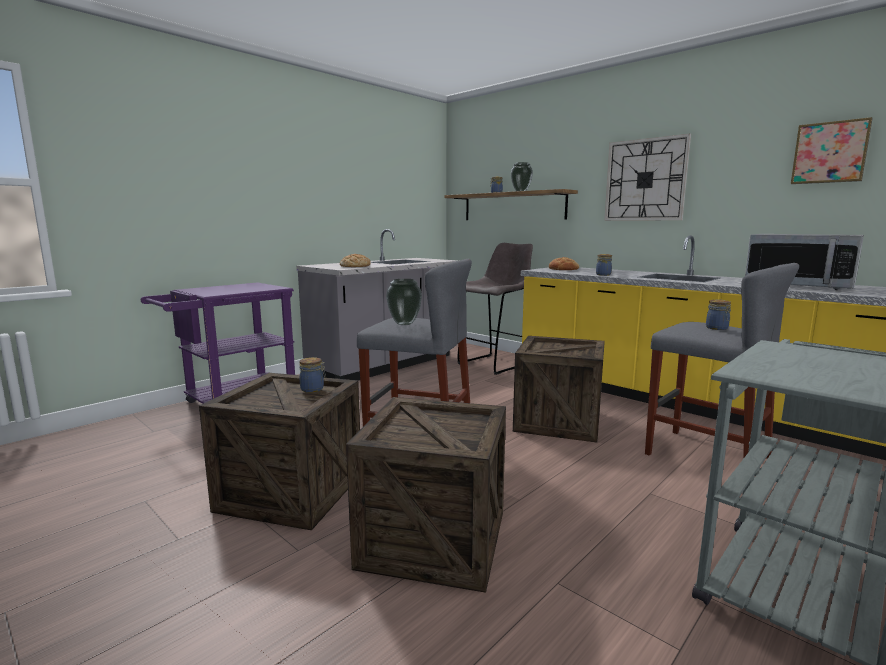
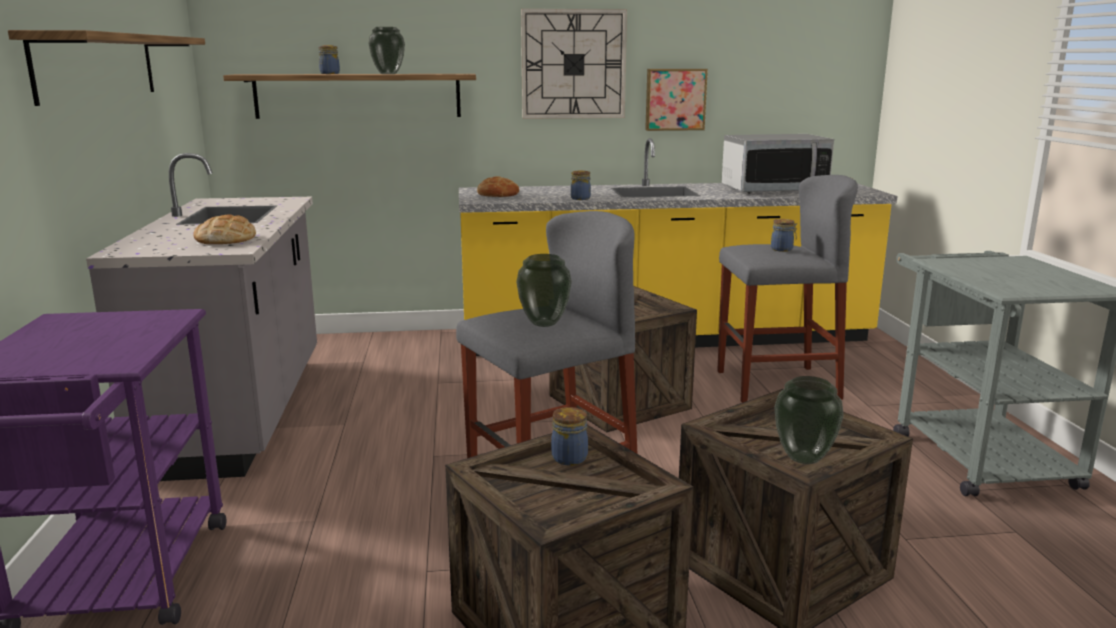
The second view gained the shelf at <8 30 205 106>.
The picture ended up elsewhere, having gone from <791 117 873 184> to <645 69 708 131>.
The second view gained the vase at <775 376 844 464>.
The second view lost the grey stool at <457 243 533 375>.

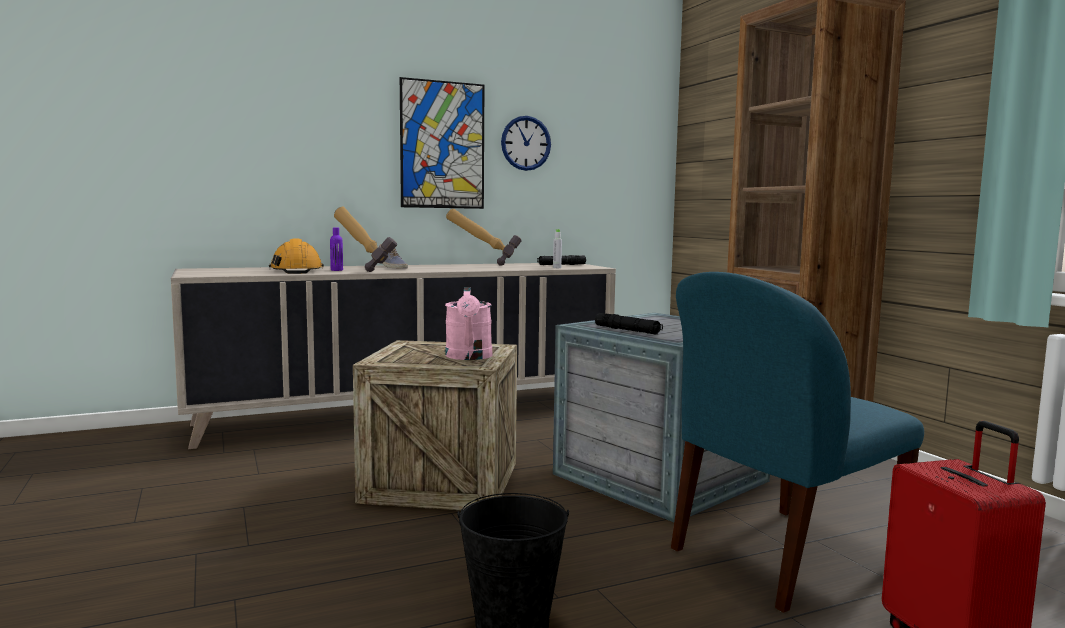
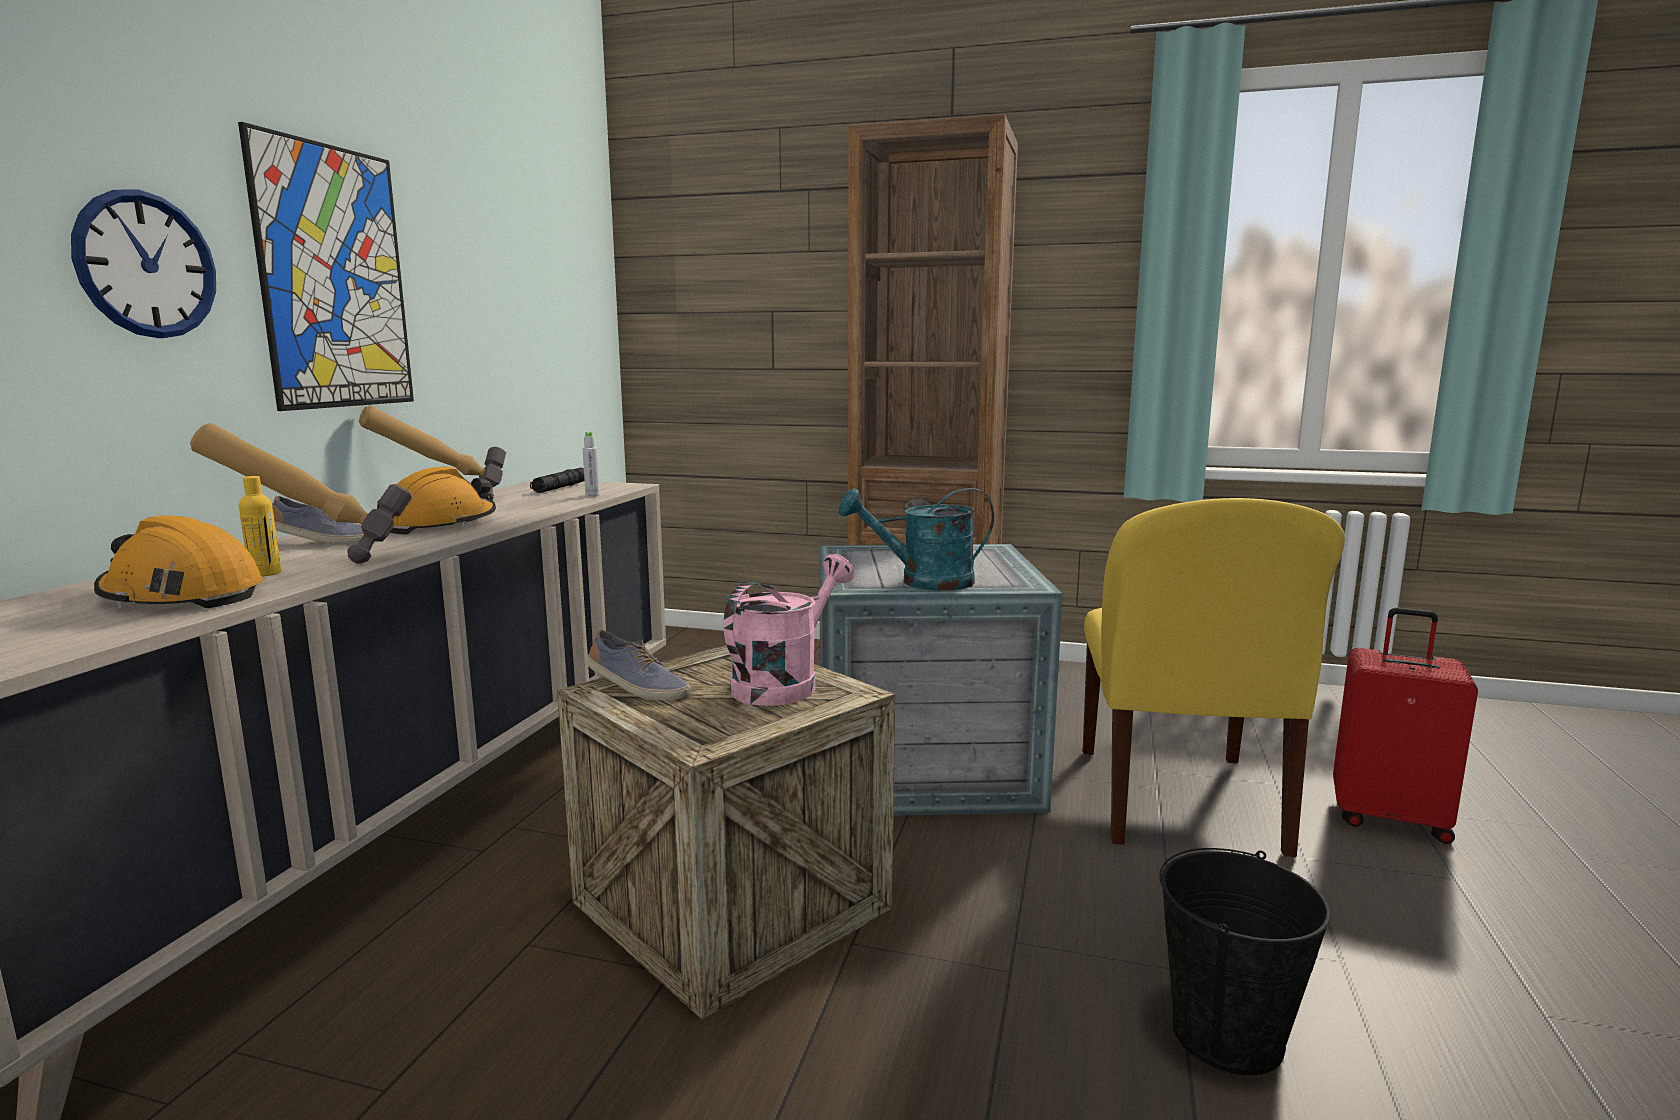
The wall clock ended up elsewhere, having gone from <501 116 551 171> to <71 190 216 338>.
What was the purple bottle at <330 228 343 271> turned into the yellow bottle at <239 476 281 577>.
The second view gained the orange hard hat at <377 467 496 534>.
The second view gained the shoe at <587 630 690 701>.
The pink watering can at <445 287 492 360> ended up facing another way, 90 degrees counterclockwise from before.
Where the black flashlight stood at <595 313 663 334>, the turquoise watering can came to stand at <839 488 994 591>.
What was the blue chair at <671 272 924 613> turned into the yellow chair at <1083 498 1345 857>.

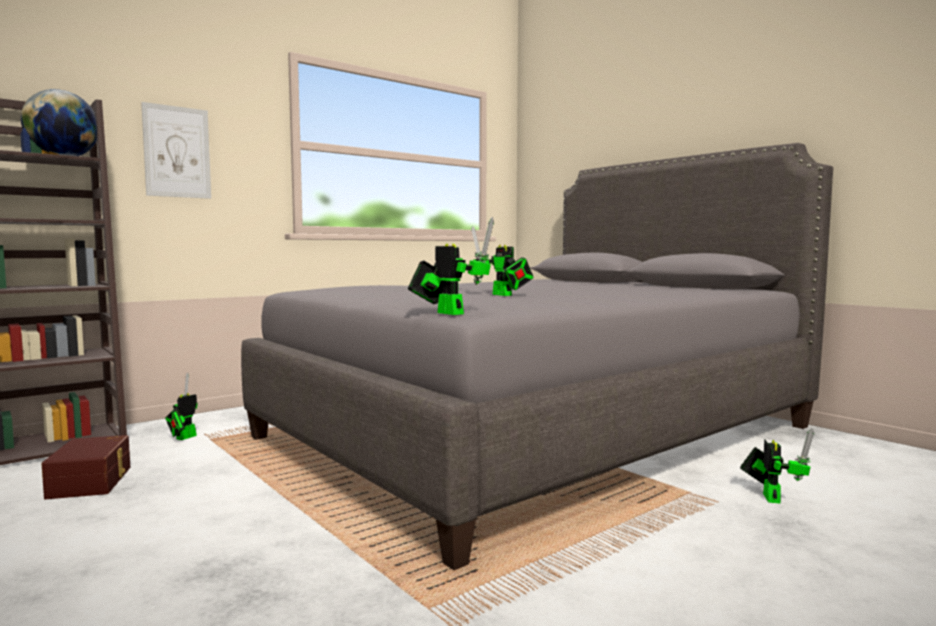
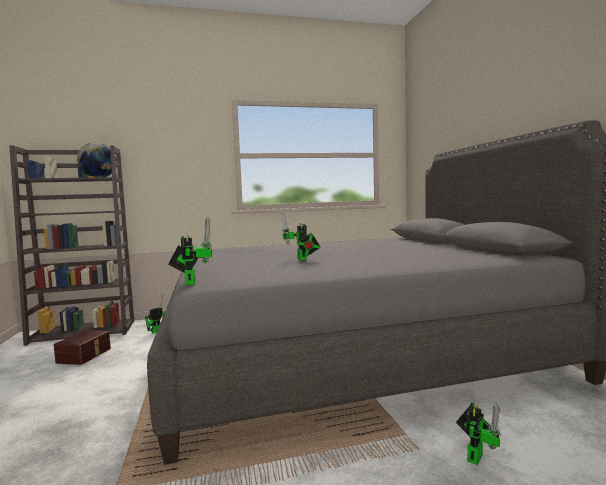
The second view lost the picture at <141 102 211 199>.

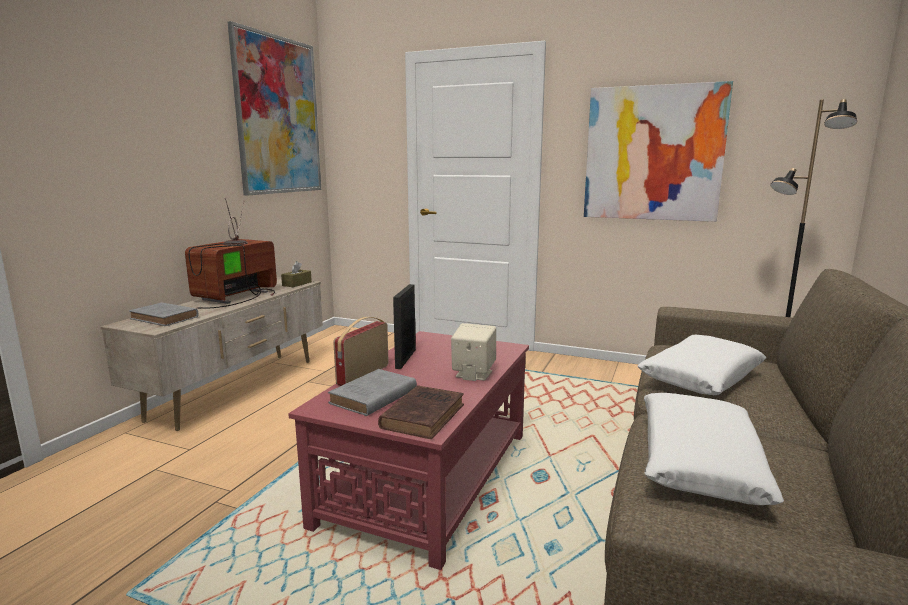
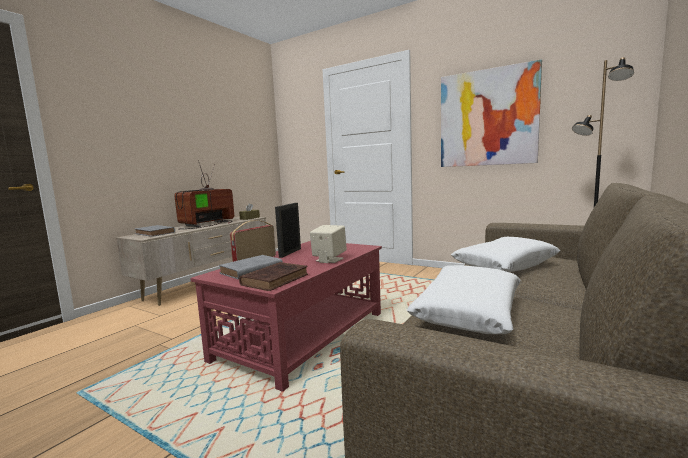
The second view lost the picture at <228 21 321 196>.

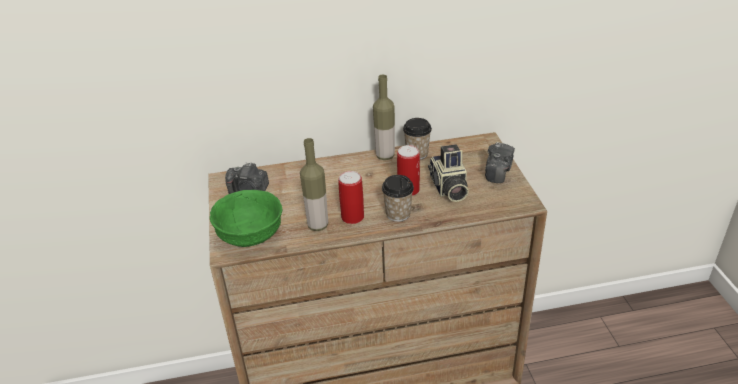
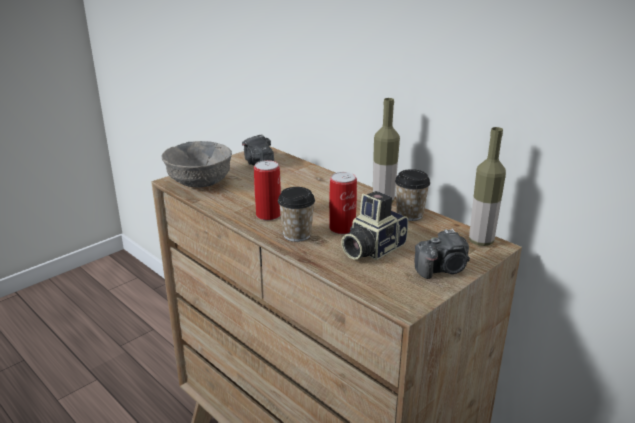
What was the green bowl at <209 190 282 247> turned into the grey bowl at <161 141 232 188>.
The bottle ended up elsewhere, having gone from <300 138 328 231> to <469 127 506 246>.

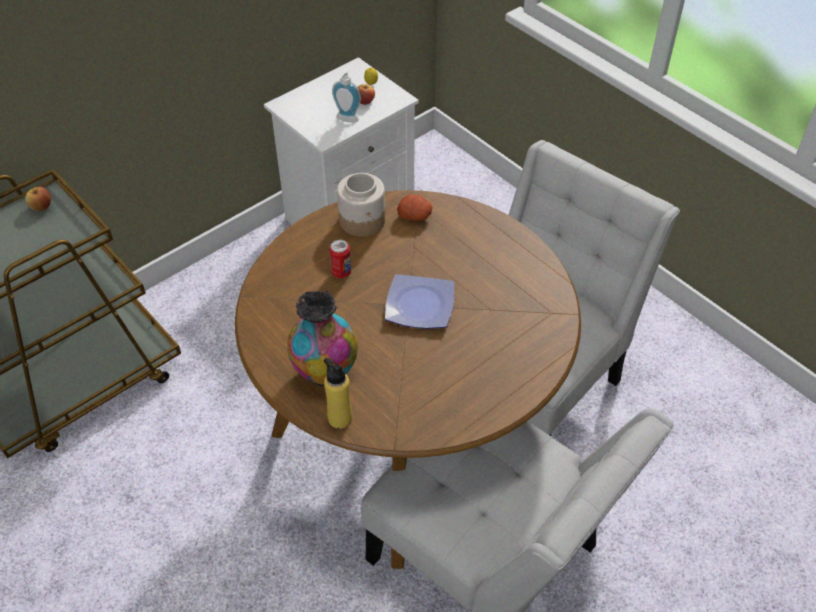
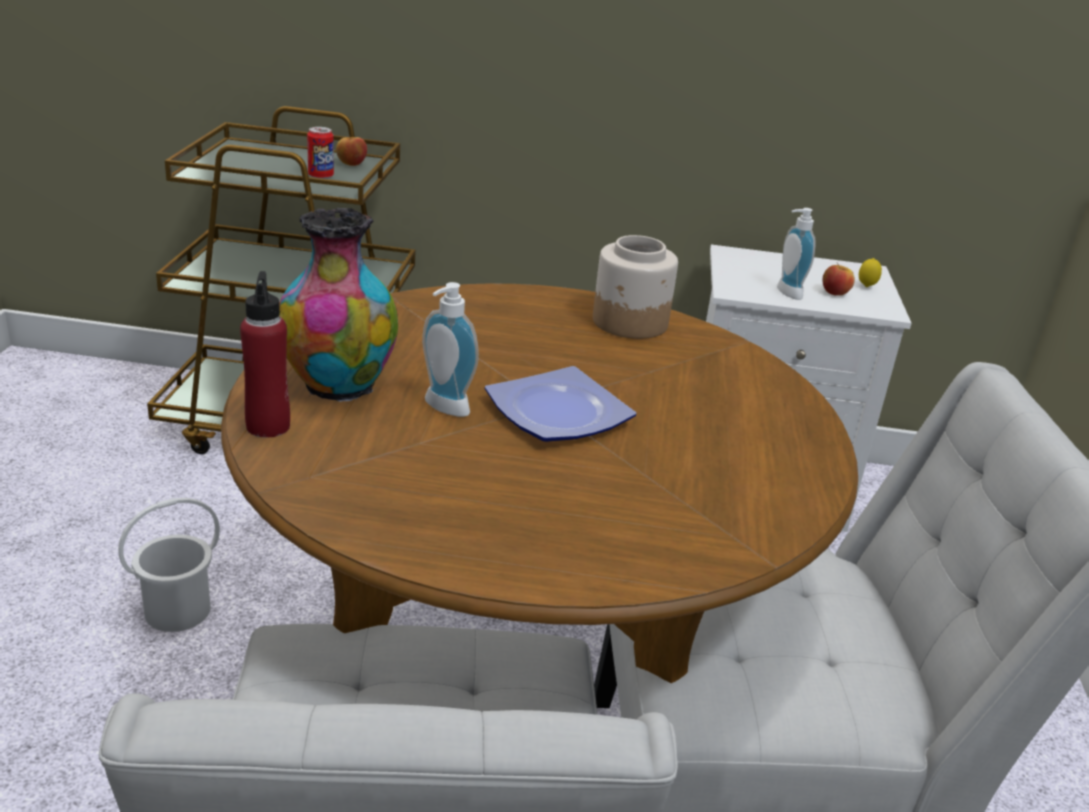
The second view gained the white bucket at <118 498 220 632>.
What was the yellow bottle at <324 358 352 429> turned into the red bottle at <240 271 290 438>.
The can ended up elsewhere, having gone from <329 240 351 278> to <307 127 334 179>.
The second view gained the soap dispenser at <422 282 479 417>.
The second view lost the potato at <397 195 433 221>.

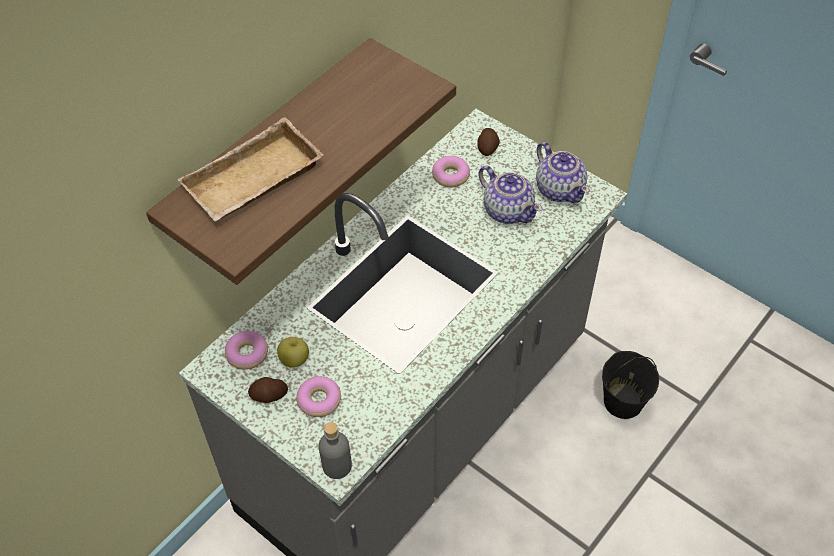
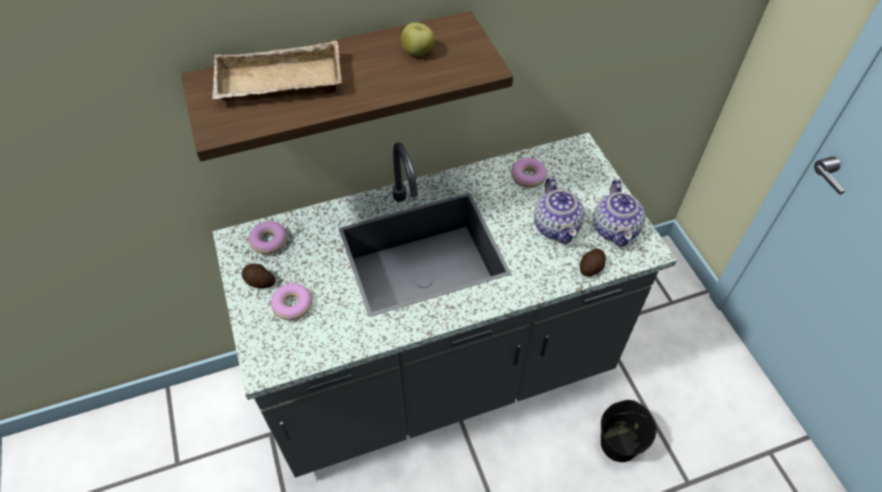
The apple ended up elsewhere, having gone from <277 337 309 368> to <402 22 435 56>.
The potato ended up elsewhere, having gone from <477 128 500 156> to <580 248 606 276>.
The second view lost the grey bottle at <318 422 352 479>.

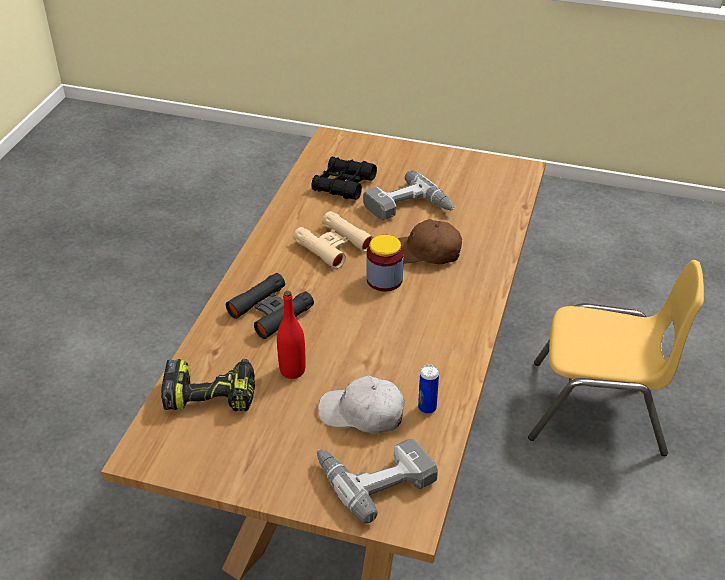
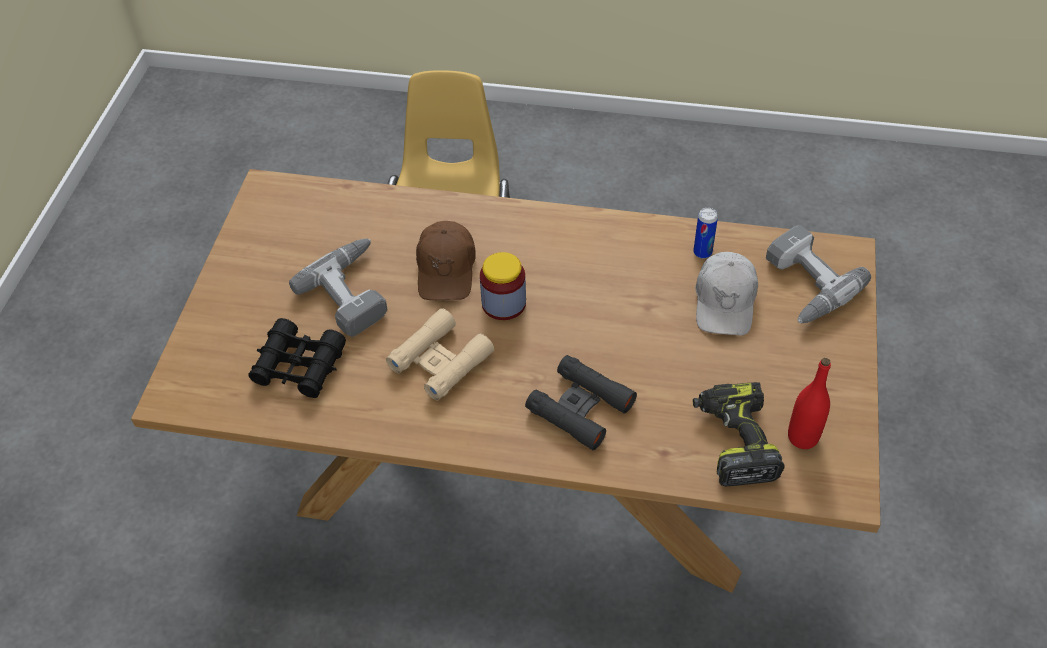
The red bottle ended up elsewhere, having gone from <277 291 306 379> to <788 358 831 449>.

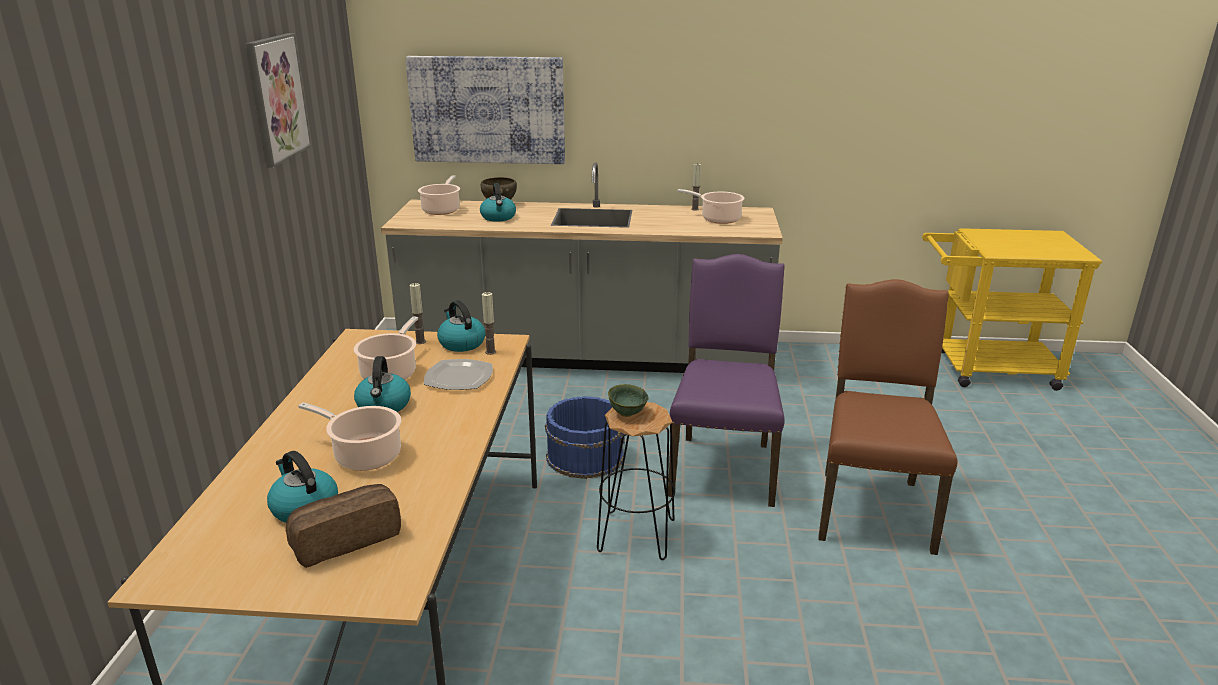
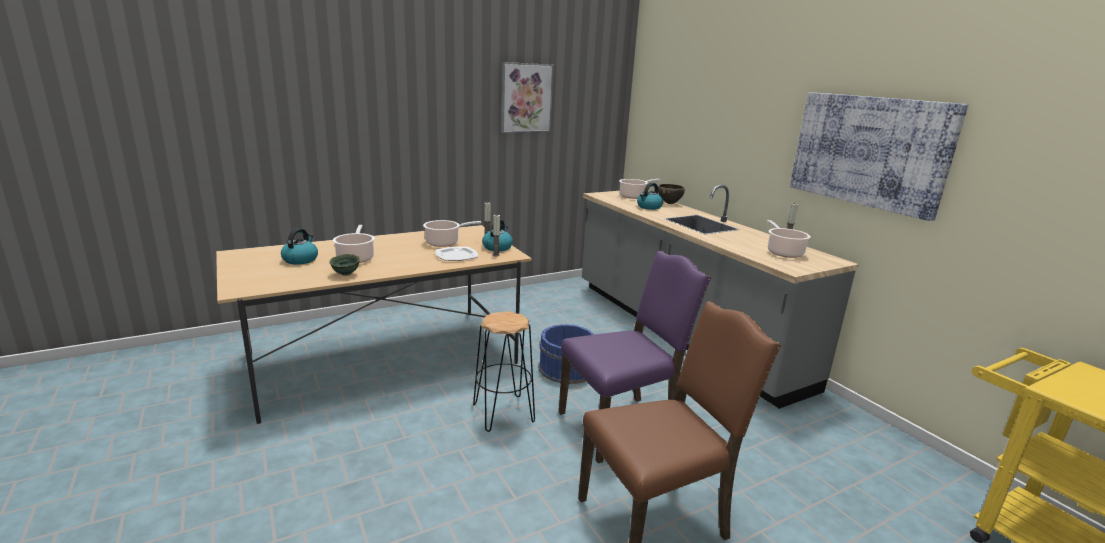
The green bowl ended up elsewhere, having gone from <608 384 649 417> to <330 254 360 276>.
The picture ended up elsewhere, having gone from <405 56 565 164> to <790 92 968 221>.
The second view lost the bread at <286 484 401 568>.
The second view lost the kettle at <354 356 411 412>.

